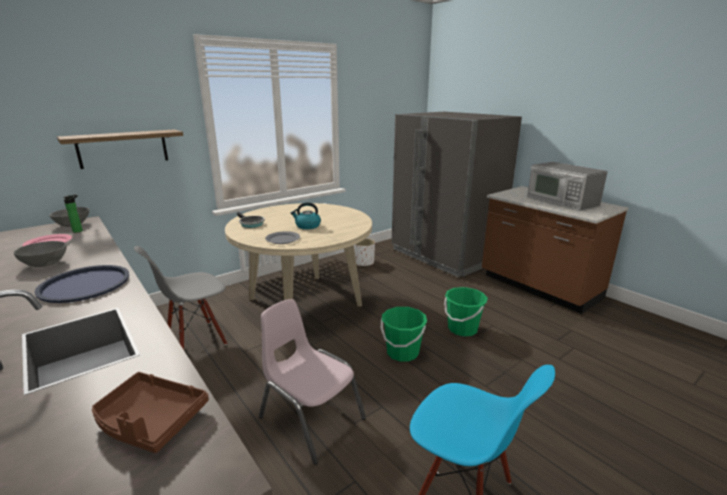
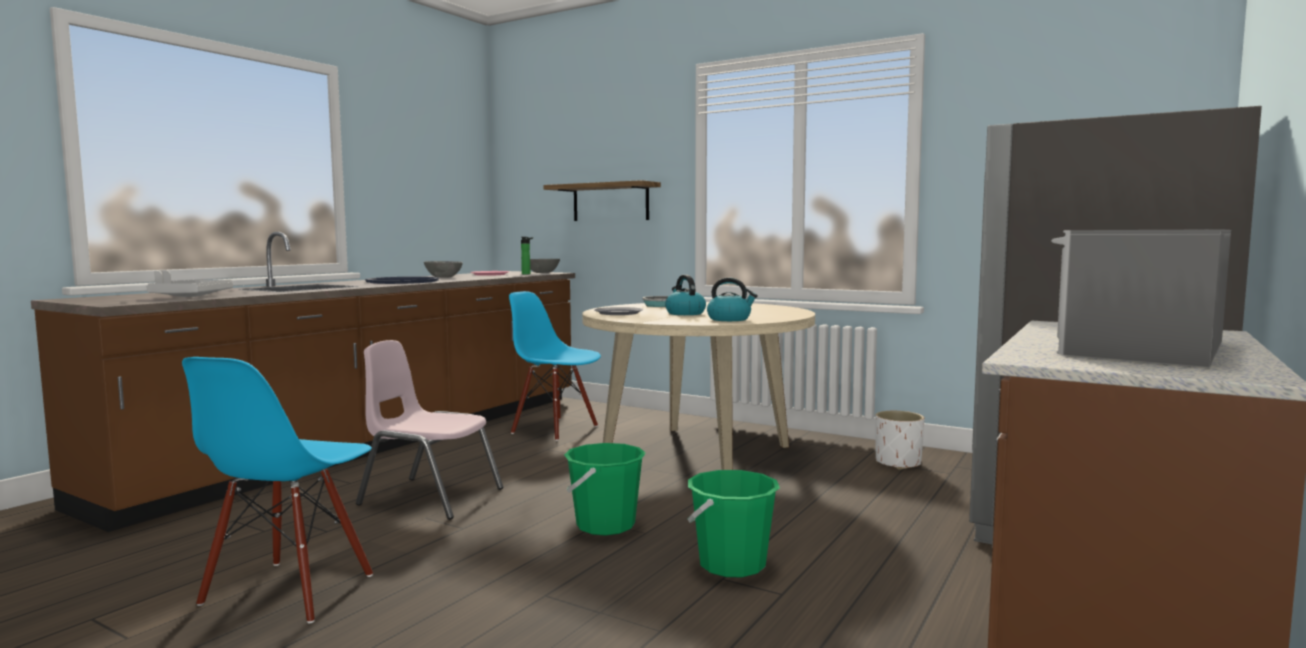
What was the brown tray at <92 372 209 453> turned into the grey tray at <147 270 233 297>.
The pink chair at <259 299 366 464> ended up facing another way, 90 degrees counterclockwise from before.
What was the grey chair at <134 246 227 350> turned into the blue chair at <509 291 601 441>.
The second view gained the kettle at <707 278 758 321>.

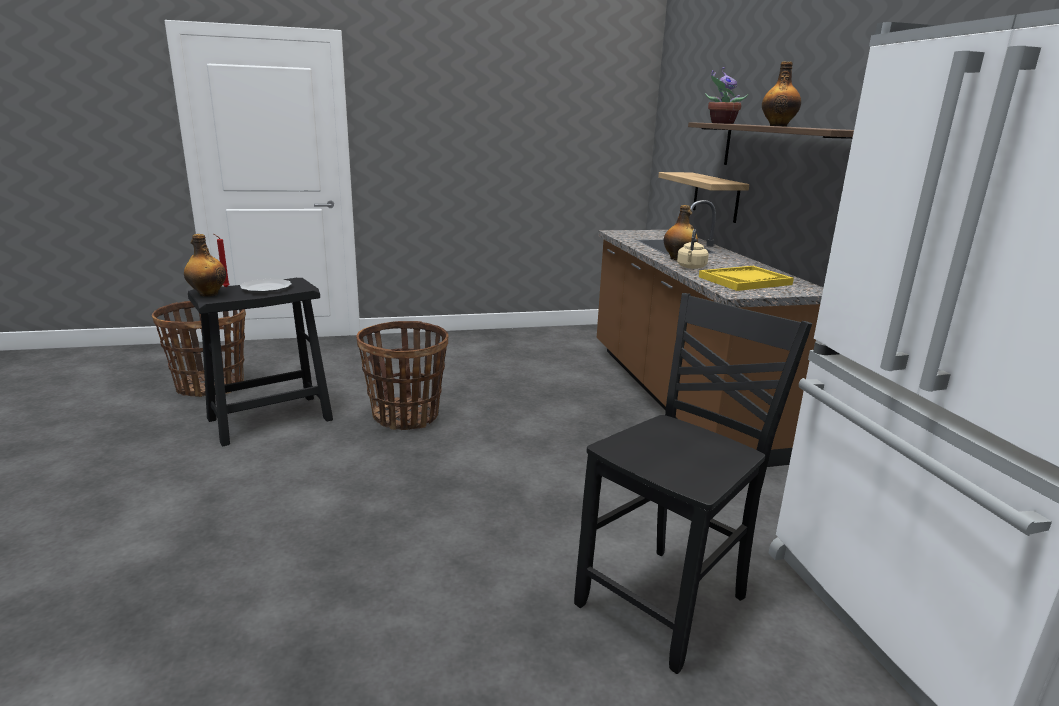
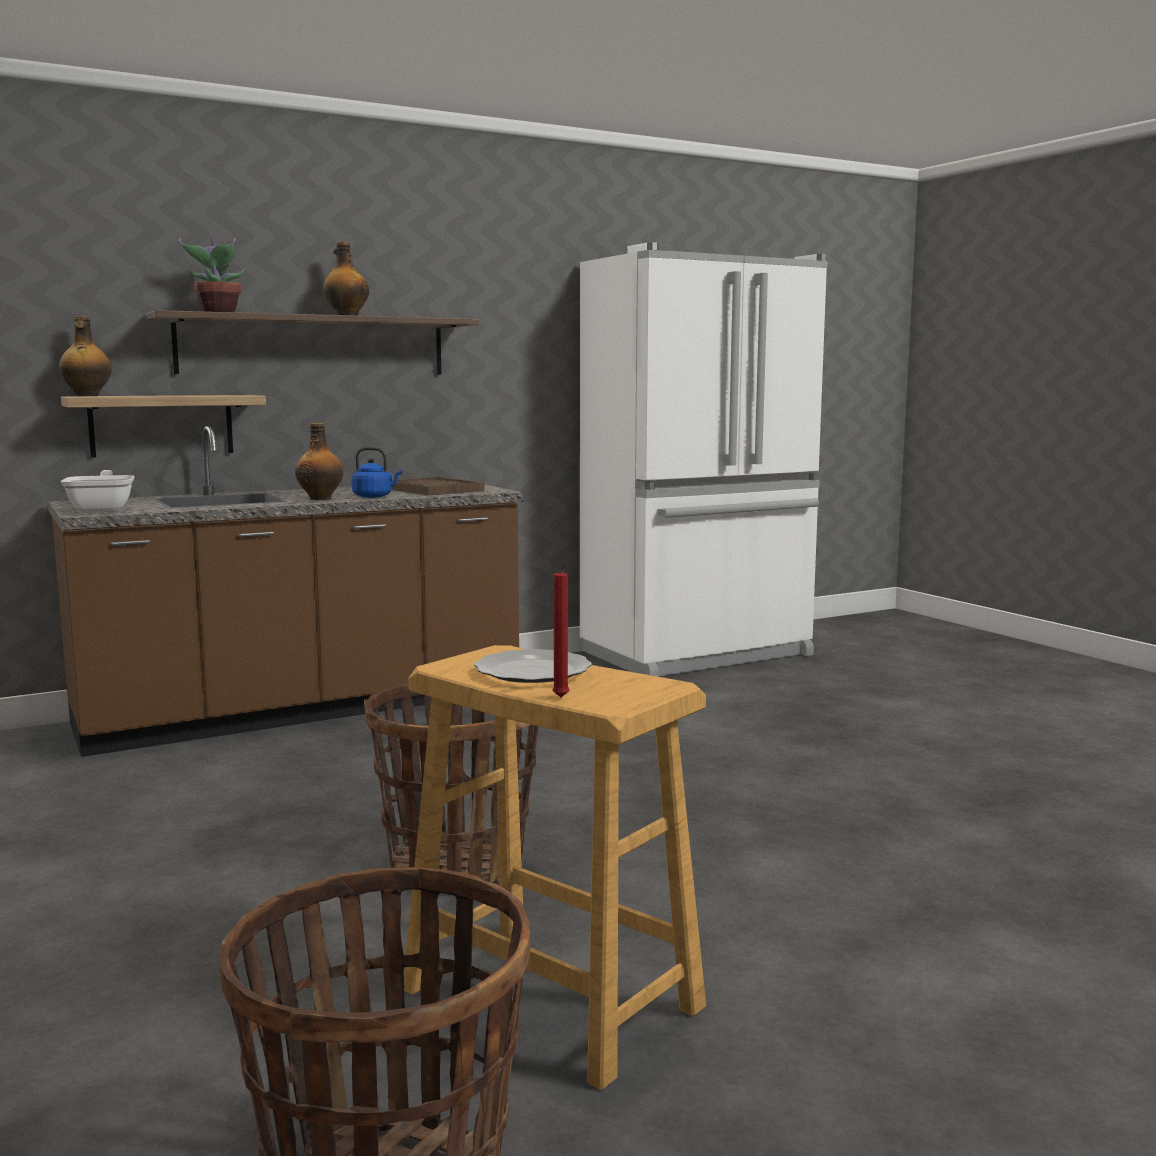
The bottle ended up elsewhere, having gone from <184 234 226 297> to <59 316 111 396>.
The second view gained the frying pan at <61 470 135 513>.
What was the beige kettle at <677 229 709 269> turned into the blue kettle at <352 447 402 498>.
What was the yellow tray at <699 266 794 291> turned into the brown tray at <392 477 484 495>.
What was the black stool at <188 278 333 446> turned into the beige stool at <404 645 706 1090>.
The second view lost the black chair at <574 293 812 674>.

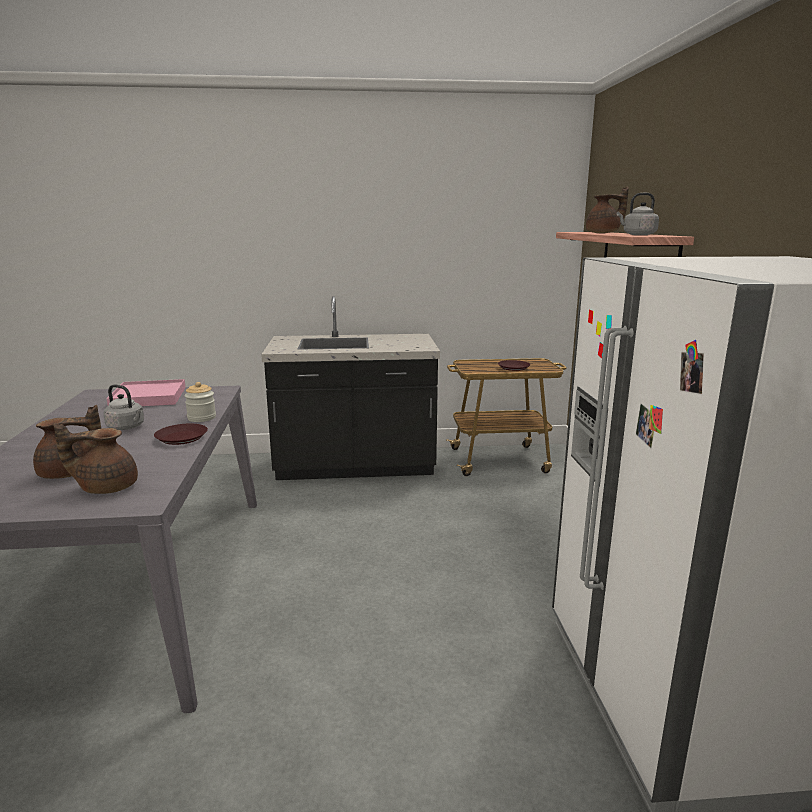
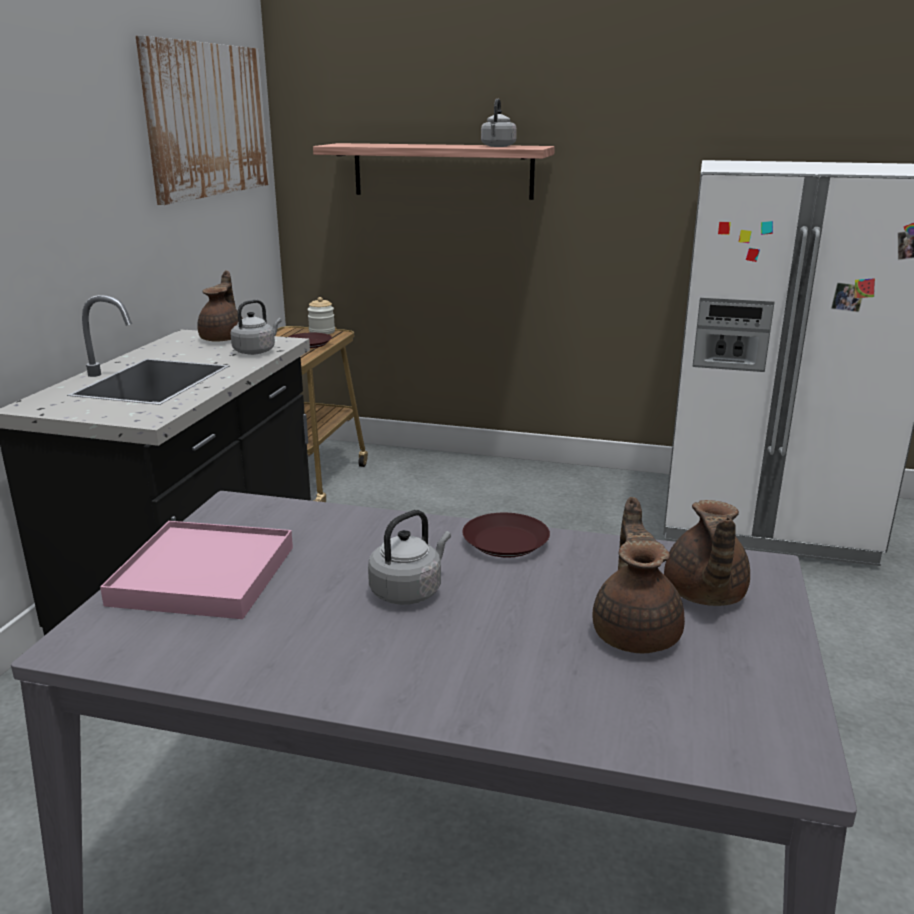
The second view gained the picture at <136 36 269 205>.
The brown teapot ended up elsewhere, having gone from <586 187 629 233> to <197 270 243 342>.
The second view gained the grey kettle at <231 300 282 355>.
The jar ended up elsewhere, having gone from <185 382 216 422> to <307 297 335 334>.

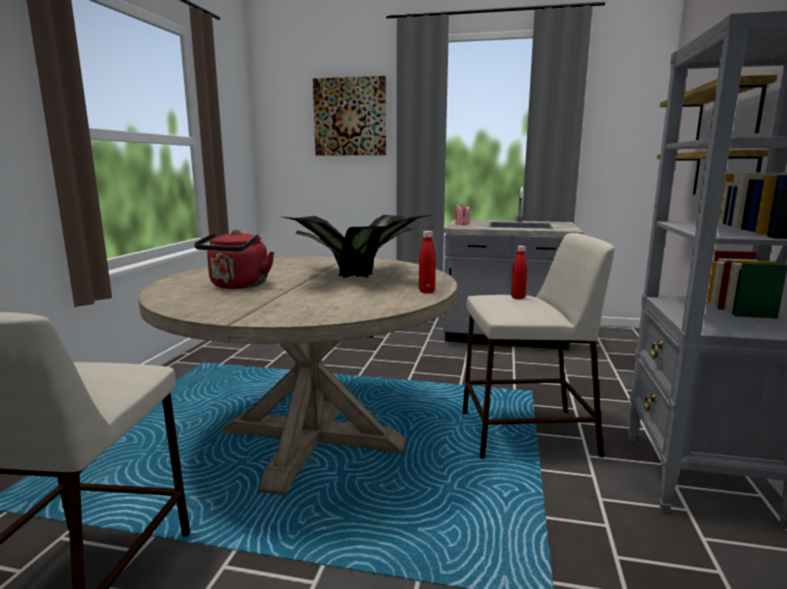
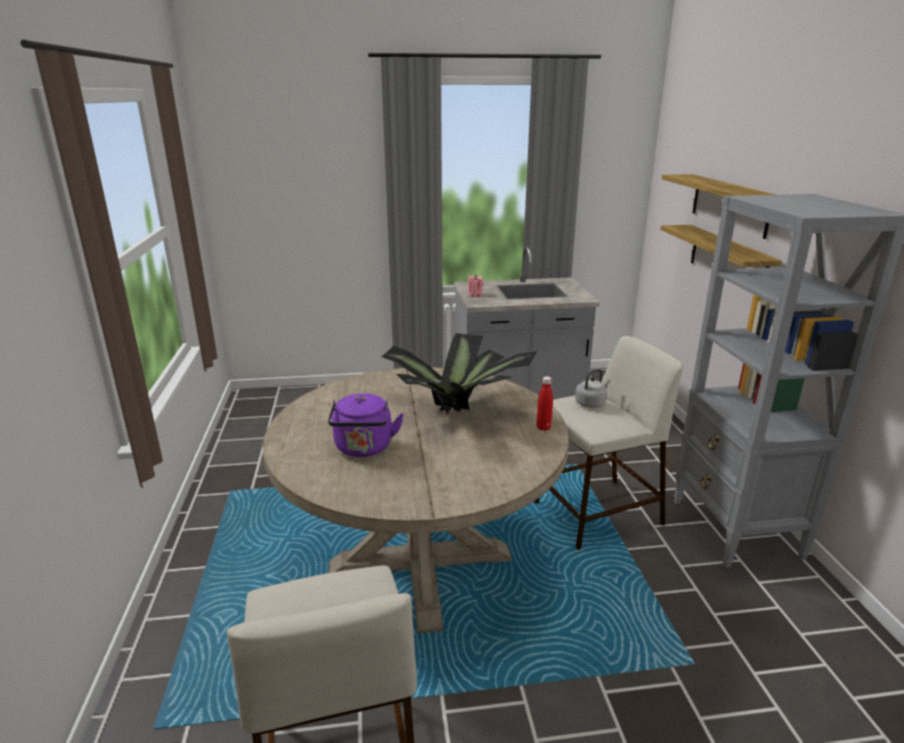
What was the red kettle at <194 230 274 289> turned into the purple kettle at <328 394 404 457>.
Where the red bottle stood at <511 246 527 299>, the grey kettle came to stand at <575 369 610 408>.
The second view lost the picture at <313 76 386 156>.

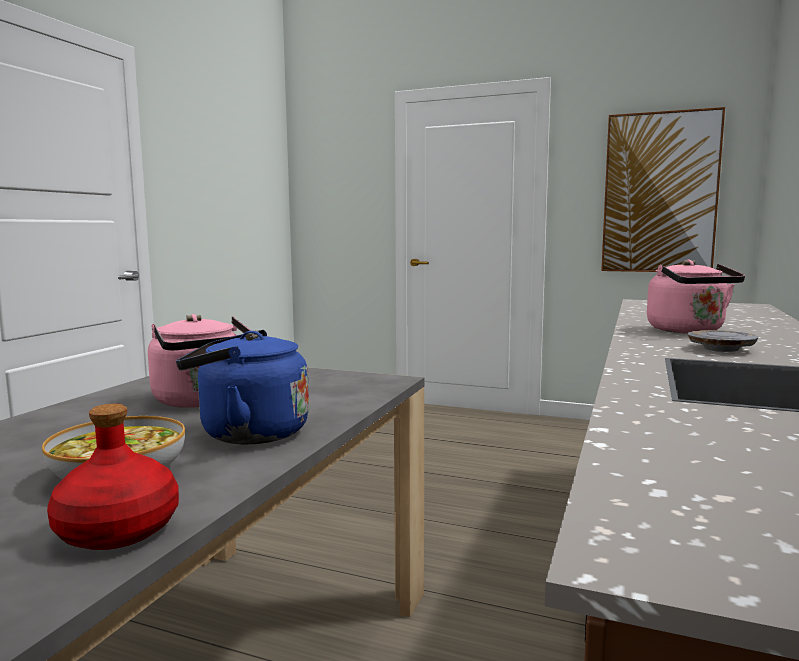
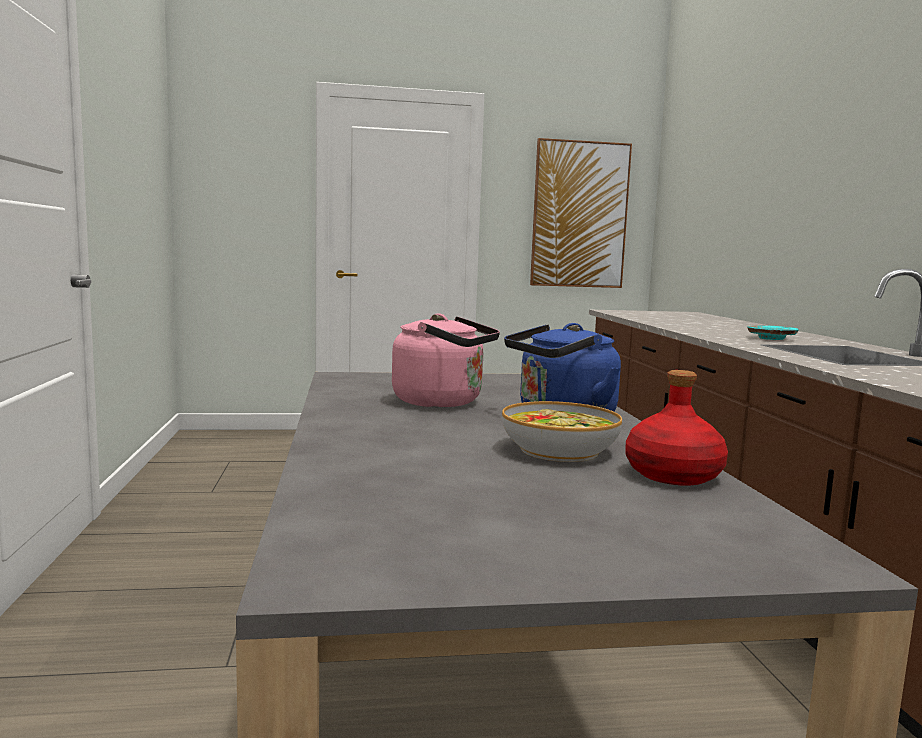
What was the grey plate at <687 330 759 352> turned into the turquoise plate at <747 325 799 340>.
The second view lost the pink kettle at <647 260 745 333>.

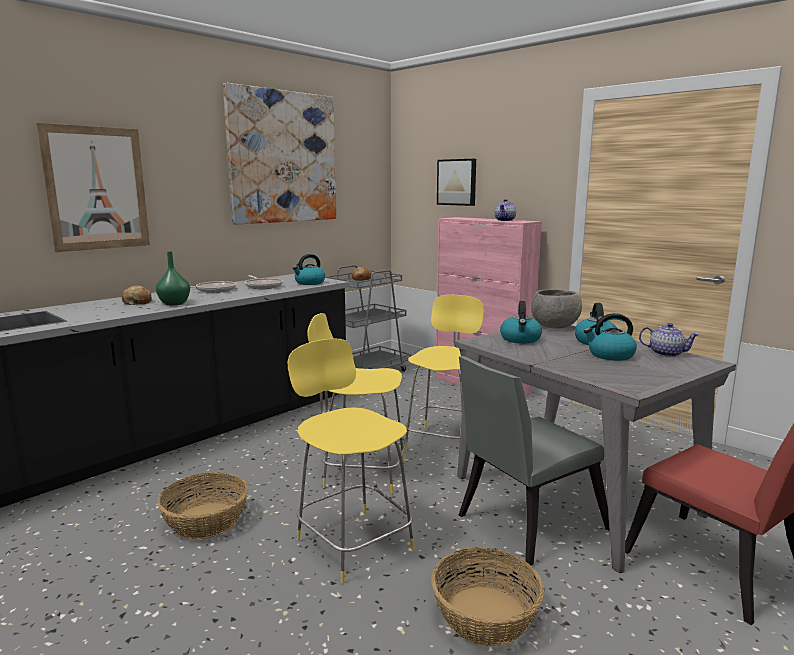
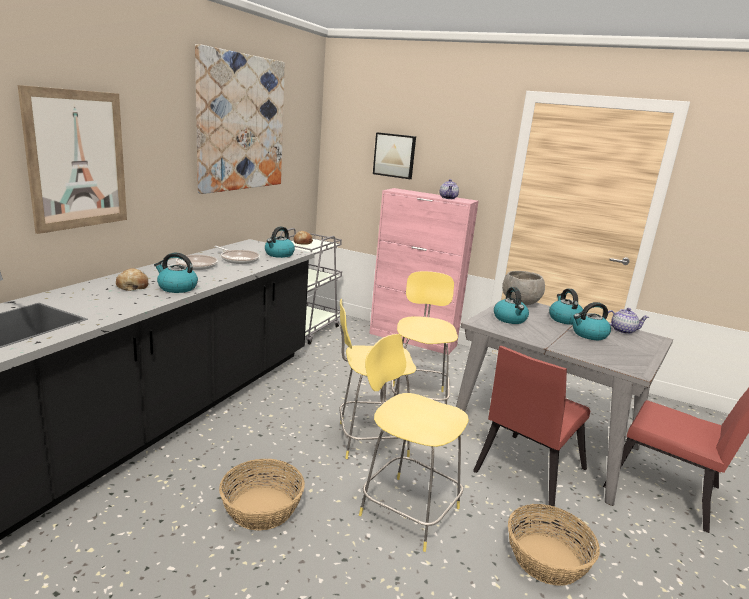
Where the green vase stood at <156 251 190 305>, the kettle came to stand at <154 253 198 293>.
What was the grey chair at <459 356 610 565> turned into the red chair at <473 346 590 509>.

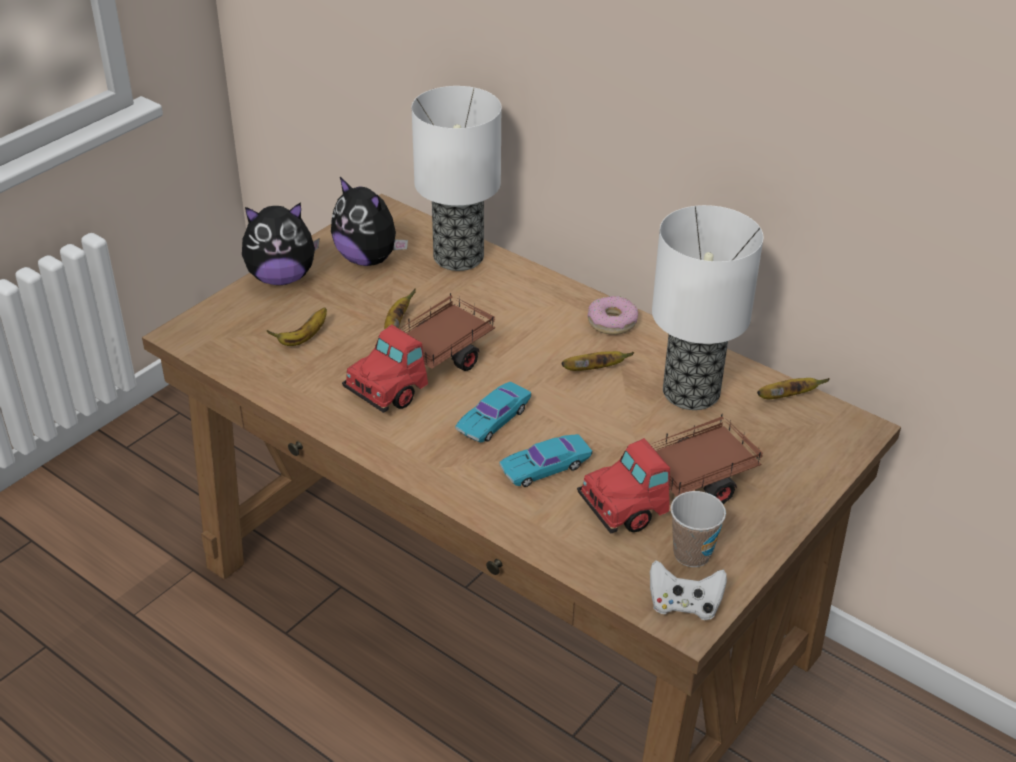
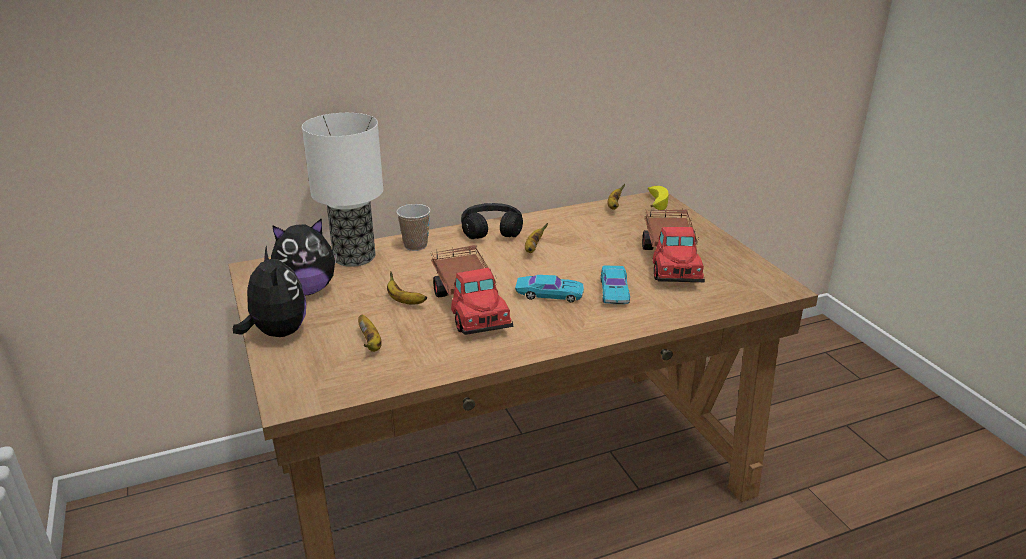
The plush toy at <242 202 320 285> ended up facing another way, 45 degrees counterclockwise from before.
The cup ended up elsewhere, having gone from <670 491 726 567> to <396 204 431 251>.
Where the donut stood at <588 296 638 335>, the black headphones came to stand at <461 203 523 239>.
The turquoise toy car at <455 382 531 443> ended up facing another way, 60 degrees counterclockwise from before.
The second view gained the banana at <648 186 669 210>.
The second view lost the white game controller at <650 560 727 620>.
The second view lost the table lamp at <652 205 763 410>.

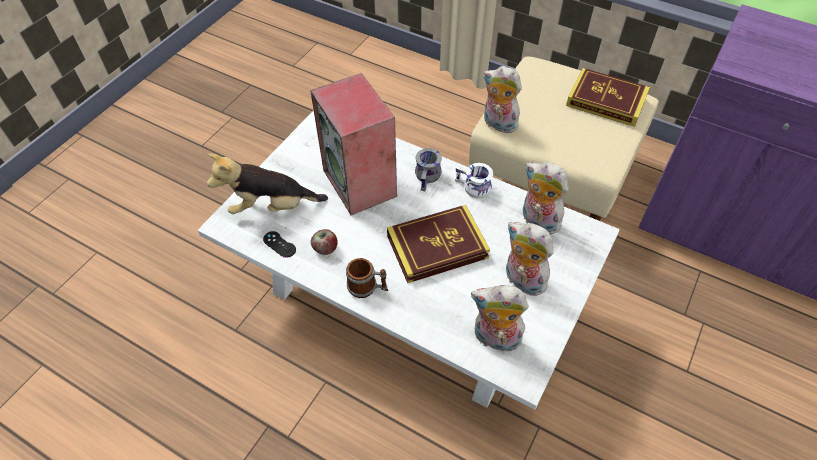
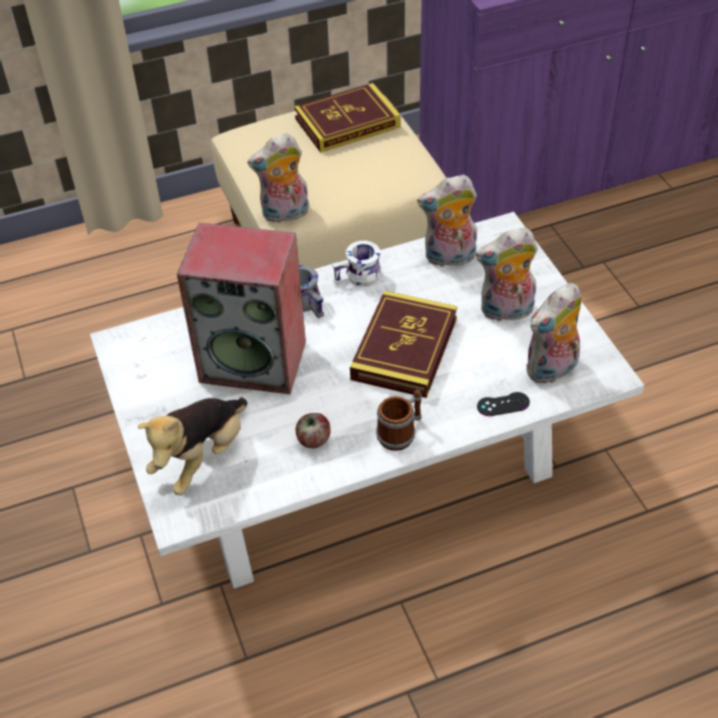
The black game controller ended up elsewhere, having gone from <263 231 296 258> to <477 392 530 416>.

